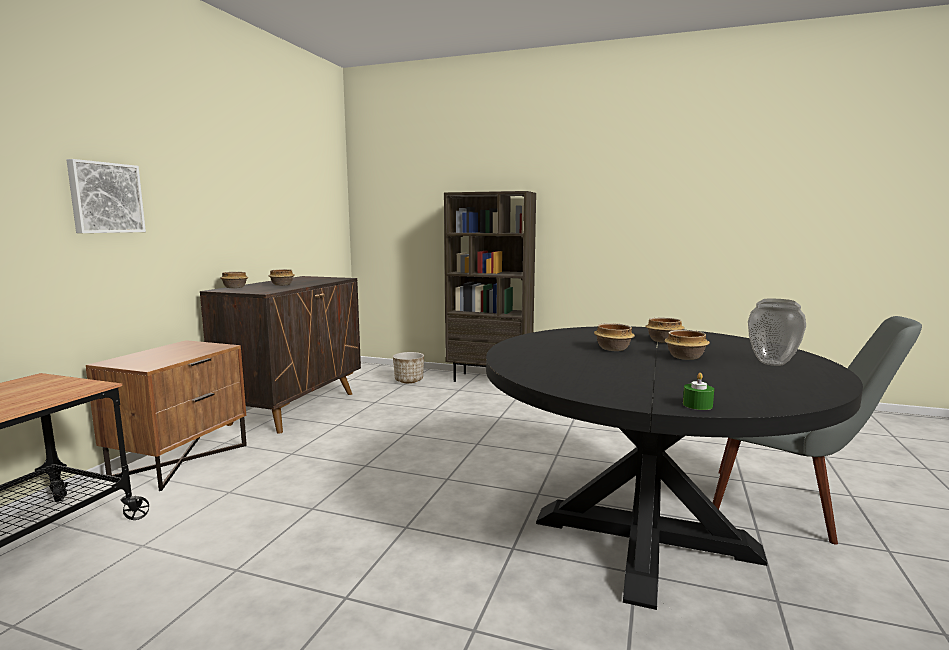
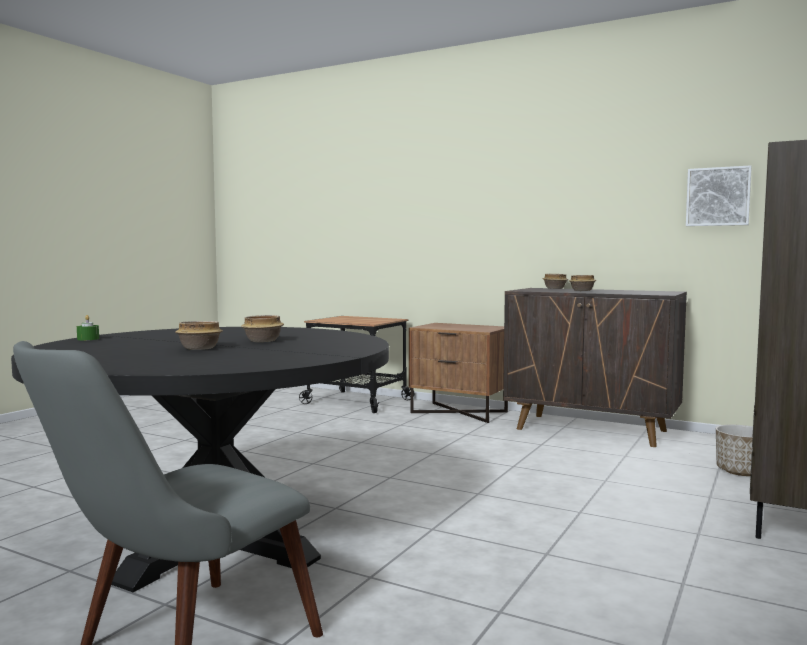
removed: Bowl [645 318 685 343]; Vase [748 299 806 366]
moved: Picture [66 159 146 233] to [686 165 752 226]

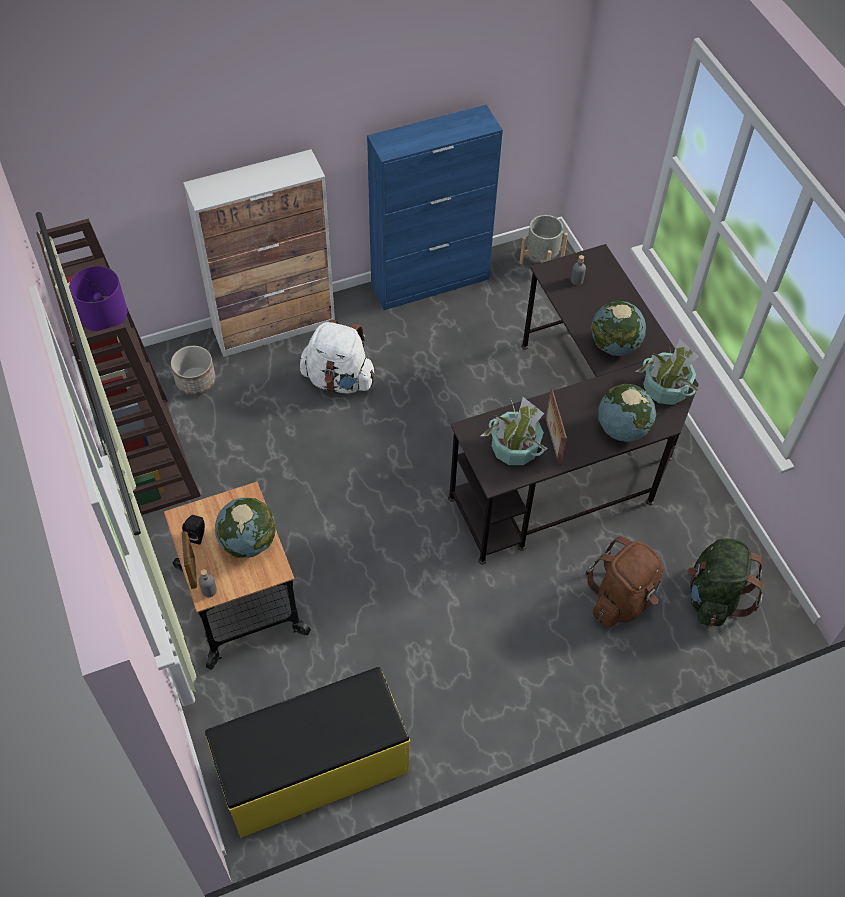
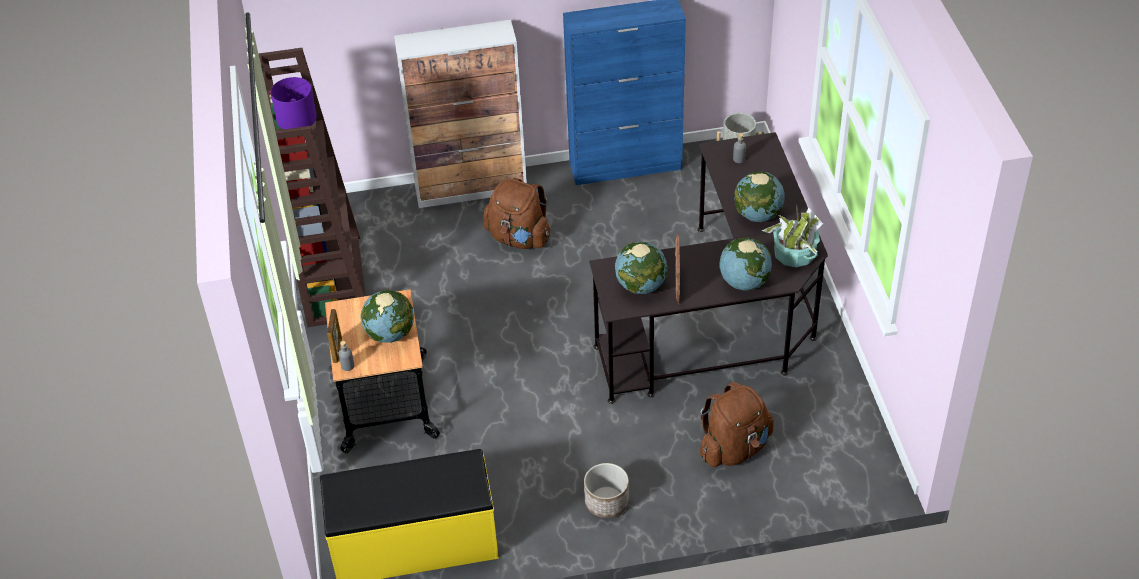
removed: BlackishSpeaker [182 515 205 545]; GreenColouredKnapsack [687 538 763 626]
moved: Planter [171 346 216 396] to [584 463 629 518]
replaced: PlantInAPot [481 397 548 465] to DeskGlobe [615 241 668 294]
recoloured: WhiteKnapsack [300 320 376 394] to BrownColouredKnapsack [483 178 550 249]

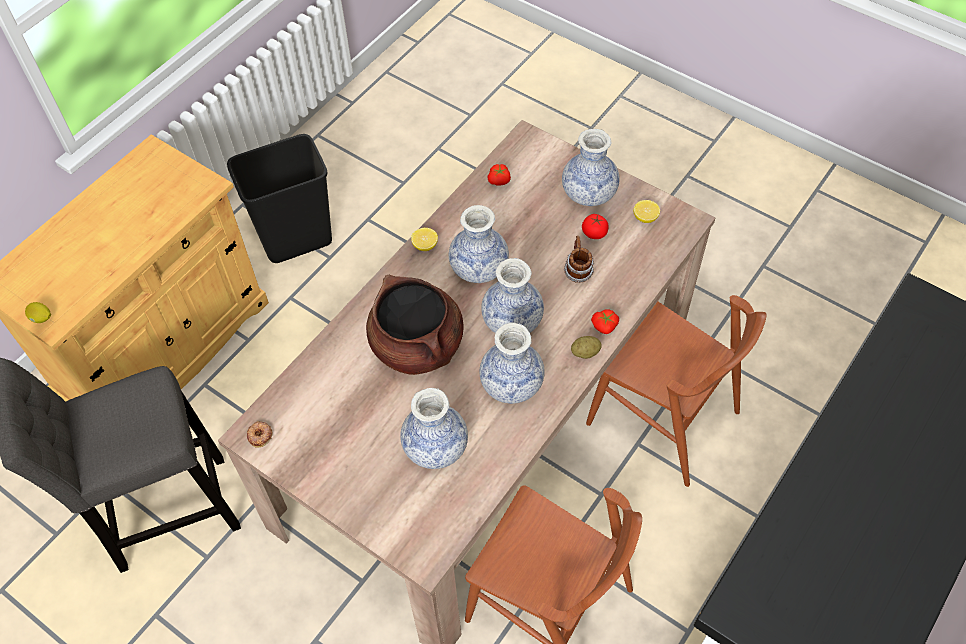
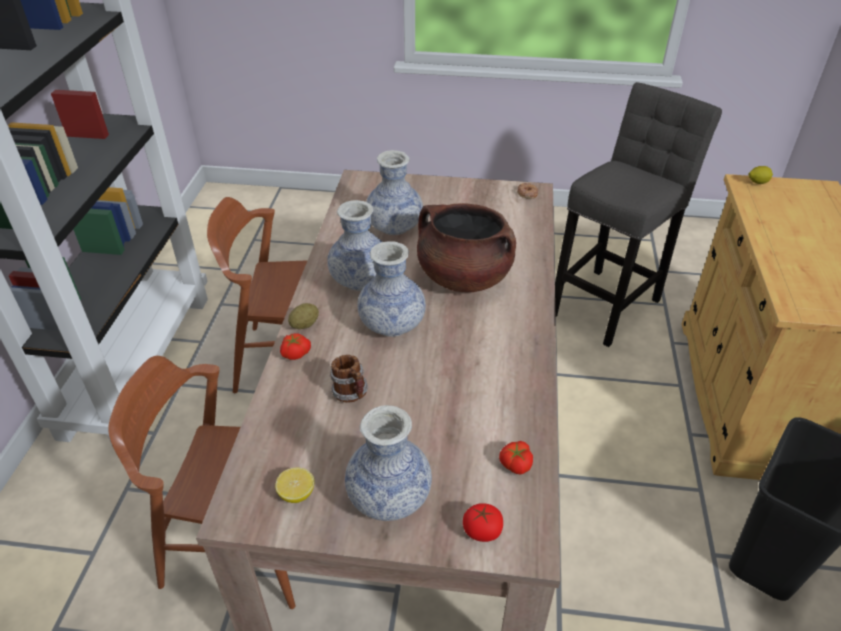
removed: WholeLemon [411 228 438 251]; Vase [449 205 509 283]
moved: Tomato [582 214 609 239] to [463 503 503 542]

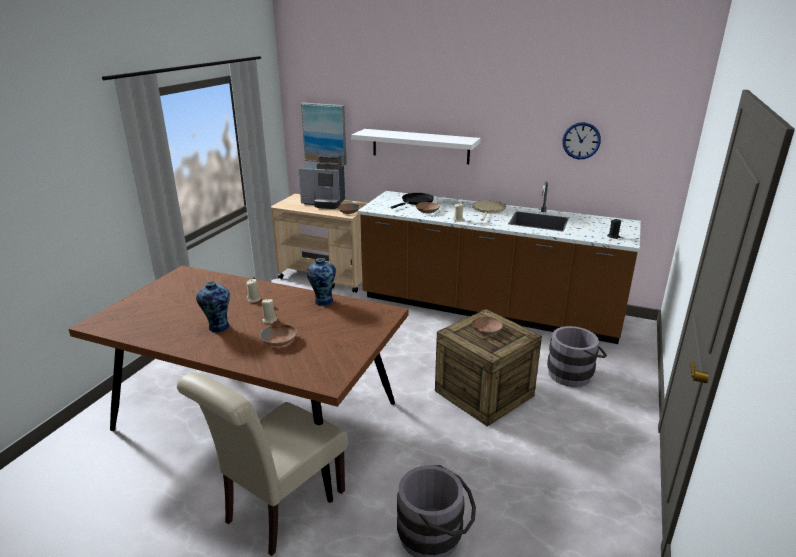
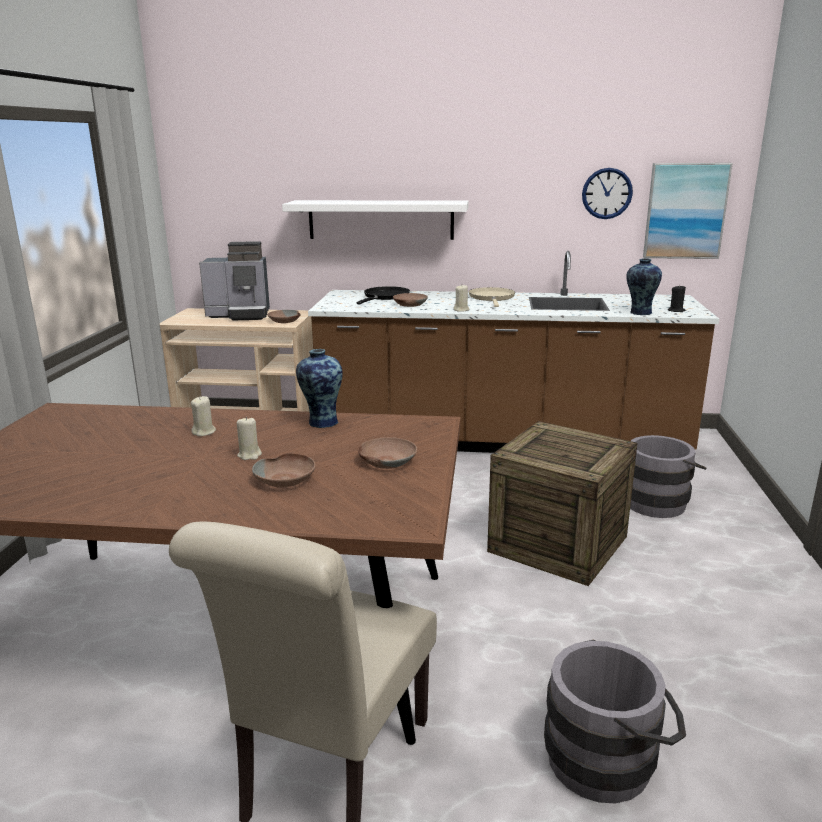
moved: Vase [196 281 230 332] to [626 258 662 315]; Picture [301 103 347 165] to [643 163 733 259]; BrownColouredBowl [472 317 503 335] to [358 437 417 469]

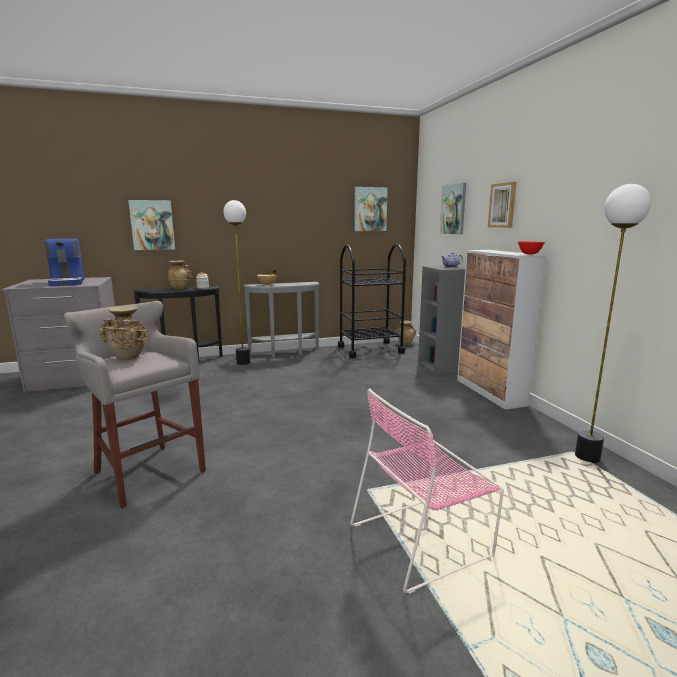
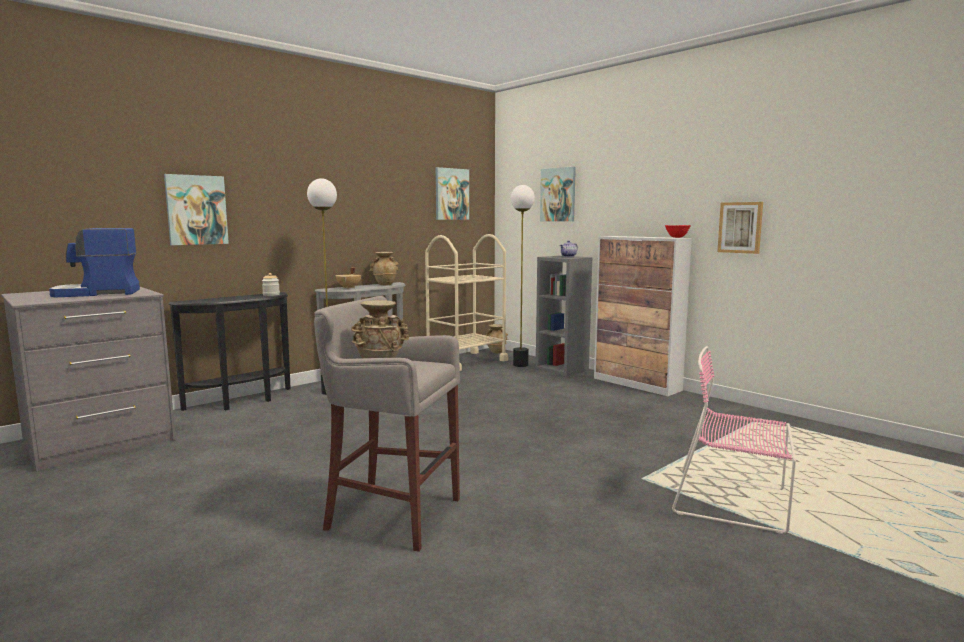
moved: BeigeColouredVase [168 260 192 290] to [369 252 399 285]; Picture [488 182 516 228] to [717 202 763 254]; FloorLamp [575 184 651 463] to [511 185 535 367]
recoloured: BlackishCart [338 244 406 358] to BeigeColouredCart [425 234 508 371]
turned: CoffeeBrewer [45 239 85 286] = [49 228 140 297] 120 degrees clockwise; PinkUprightChair [350 389 504 594] = [672 346 796 534] 75 degrees clockwise

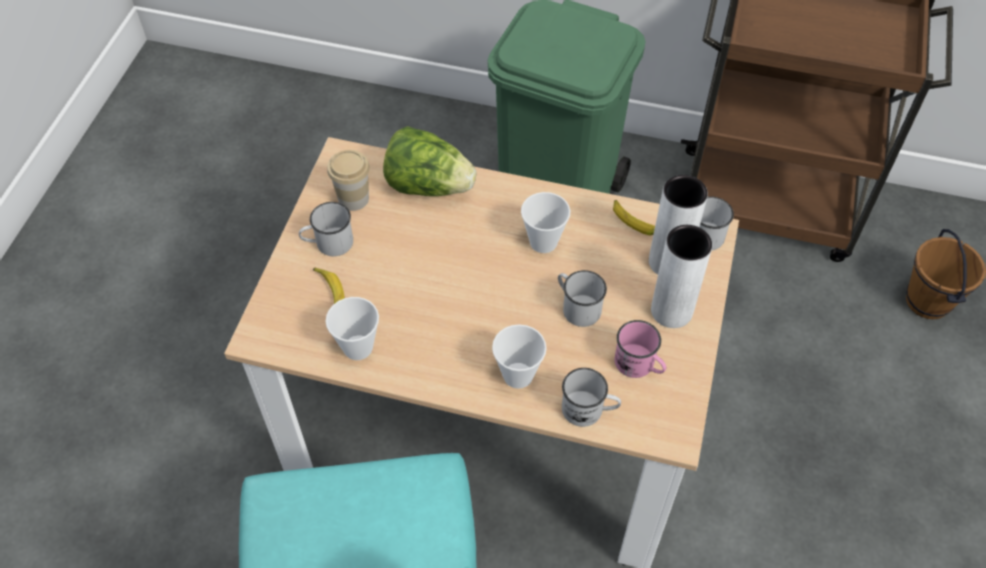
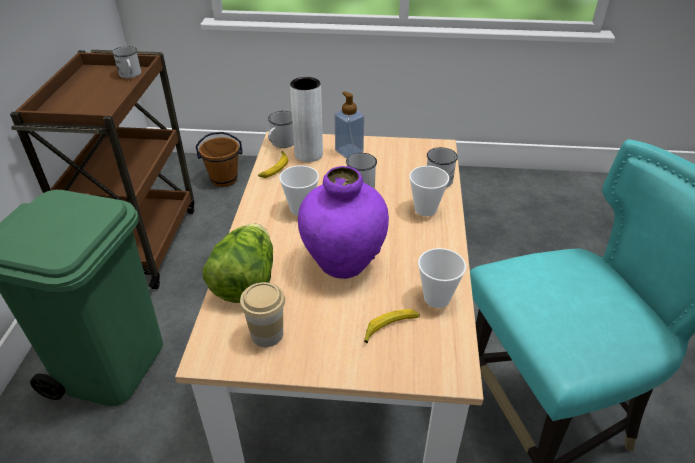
removed: PinkCoffeeMug [615 320 666 378]
added: PurplishVase [298 166 389 279]
moved: WhiteCoffeeMug [299 202 353 256] to [112 46 141 78]
replaced: WhiteVase [651 225 712 328] to SoapBottle [335 91 364 159]

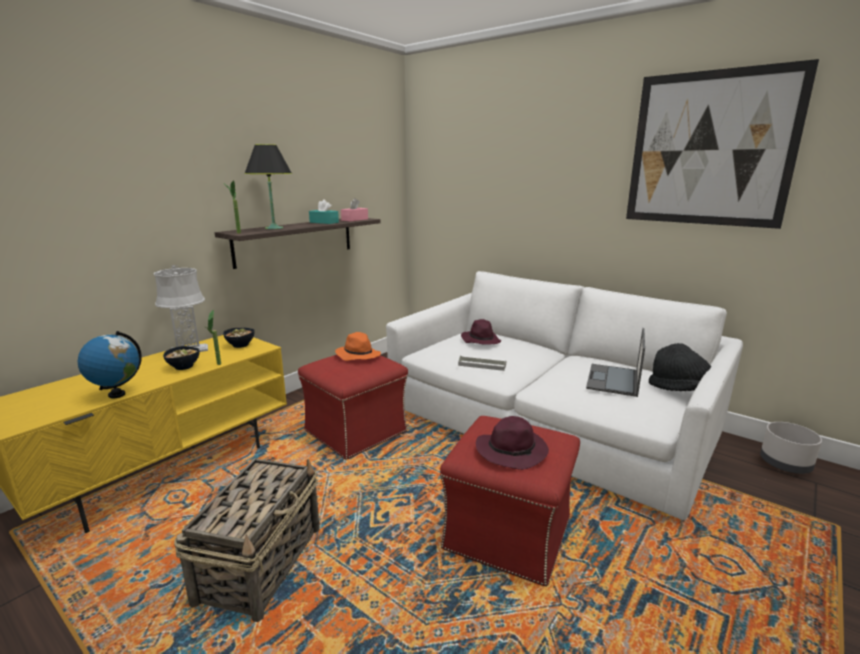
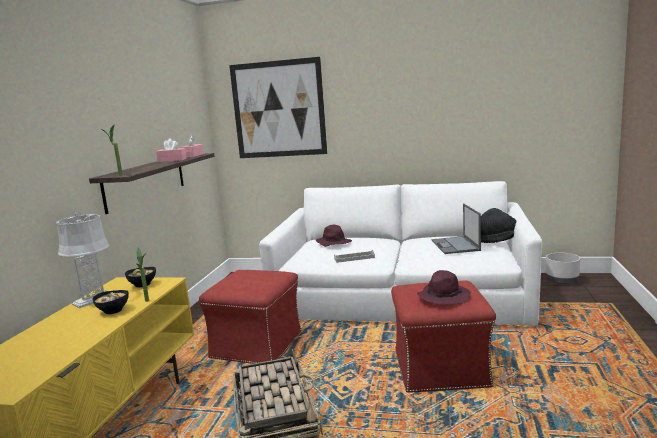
removed: DeskGlobe [78 331 142 398]; BlackishTableLamp [244 144 292 229]; OrangeHat [335 332 381 361]
moved: Picture [626 59 819 229] to [229 57 327 158]
recoloured: TurquoiseTissueHolder [309 199 339 224] to PinkTissueHolder [156 139 187 162]

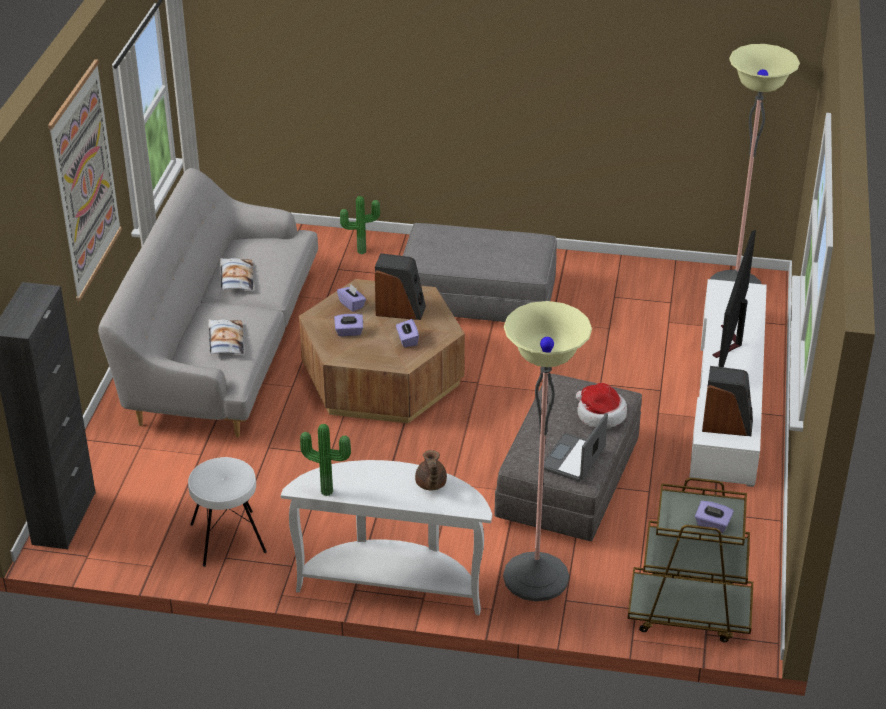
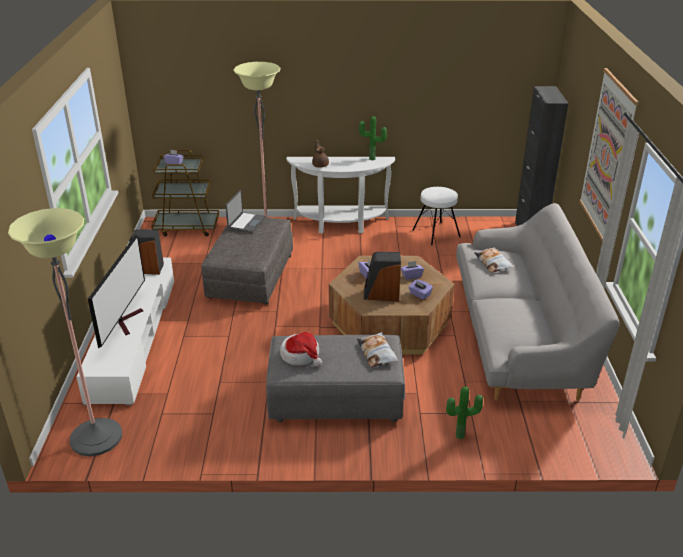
moved: Cushion [220 258 253 290] to [357 332 398 367]; Hat [576 383 627 428] to [280 332 322 367]

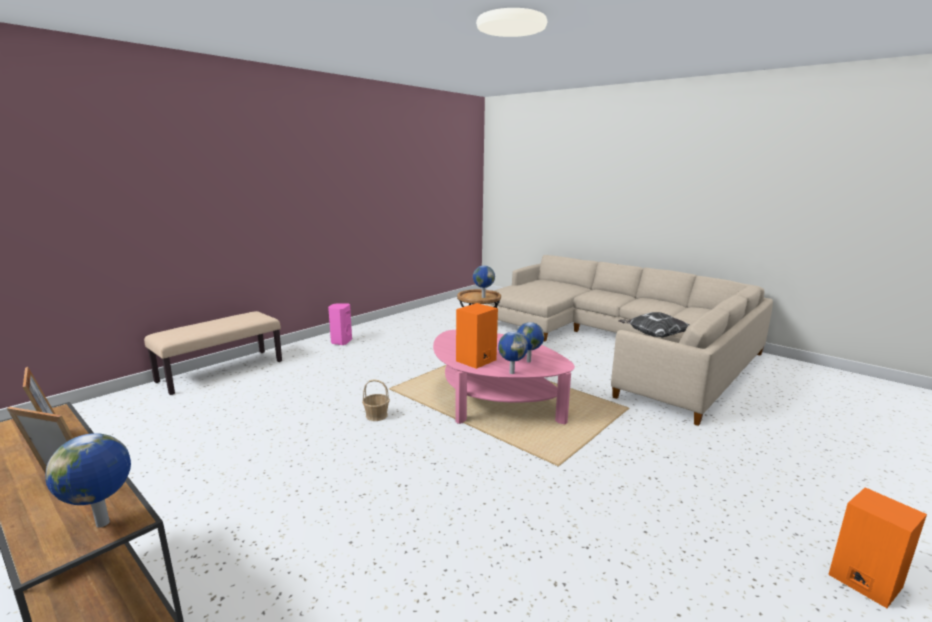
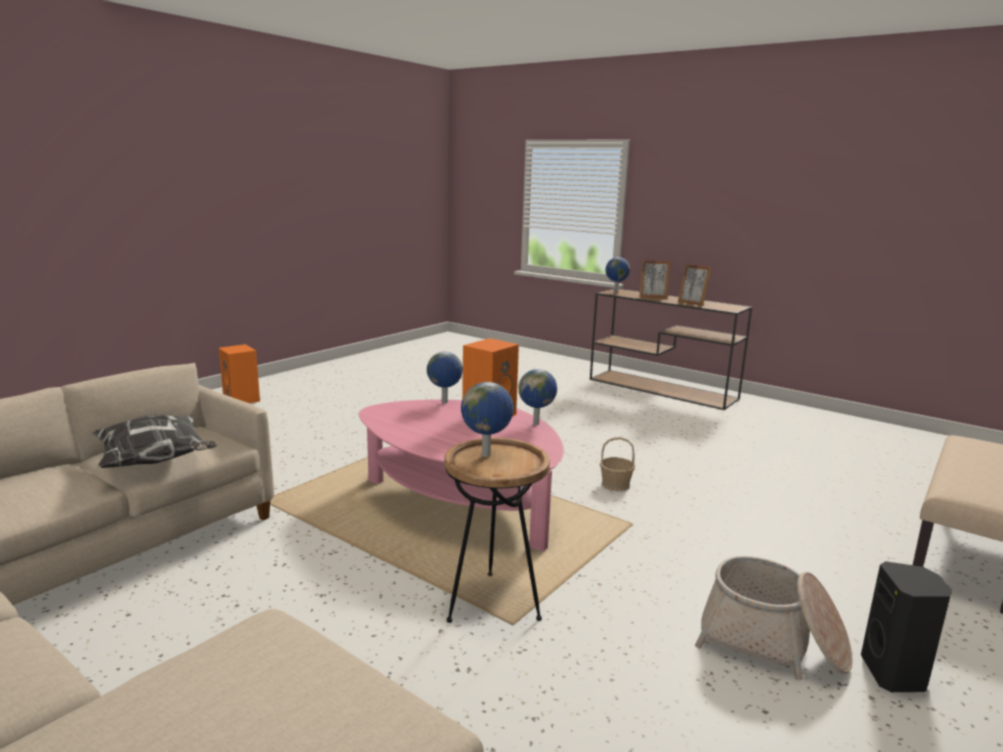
added: StorageBasket [695 556 853 680]
moved: DeskGlobe [517 322 544 362] to [519 369 557 425]
recoloured: PinkSpeaker [328 303 352 345] to BlackishSpeaker [861 561 952 692]

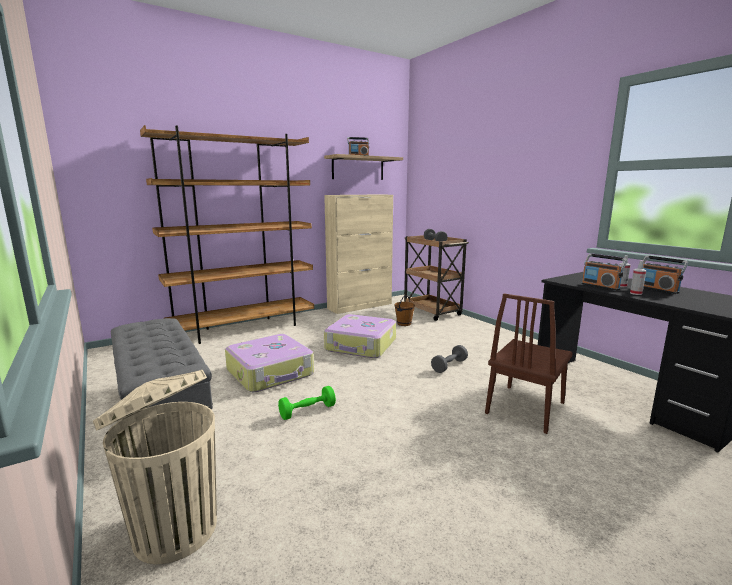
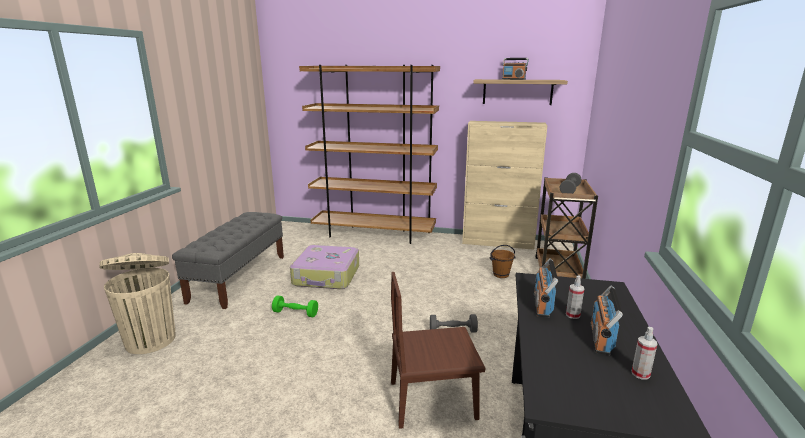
removed: TravelCase [324 314 396 358]
moved: HandSprayer [630 261 646 295] to [632 327 657 380]

